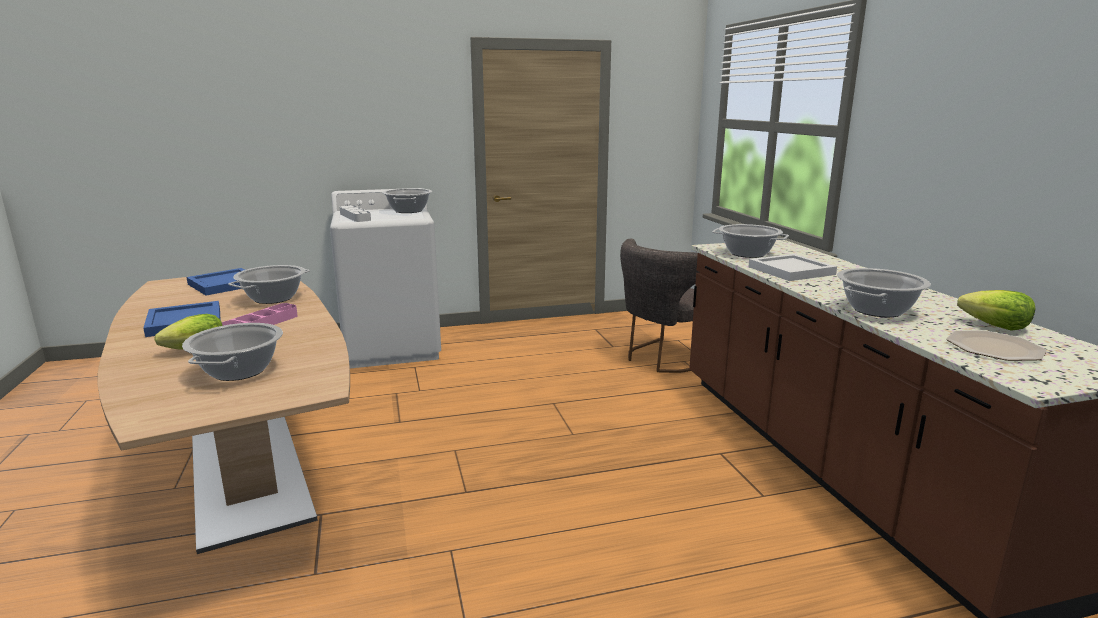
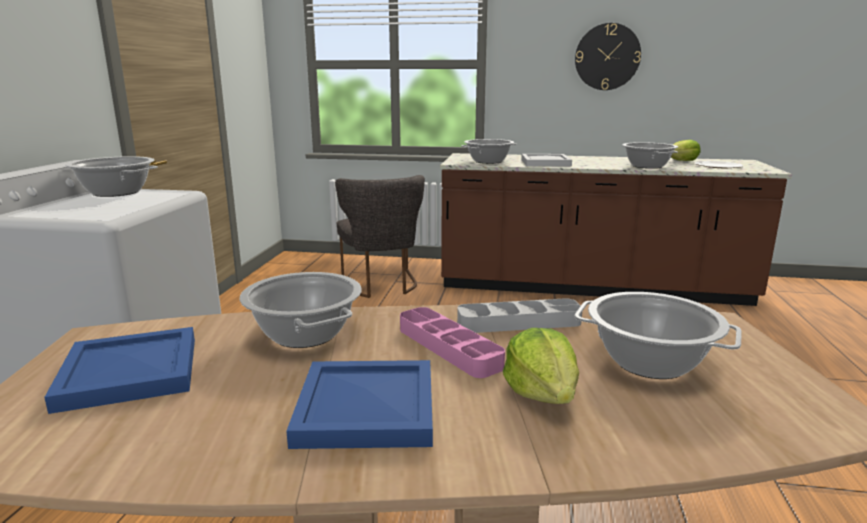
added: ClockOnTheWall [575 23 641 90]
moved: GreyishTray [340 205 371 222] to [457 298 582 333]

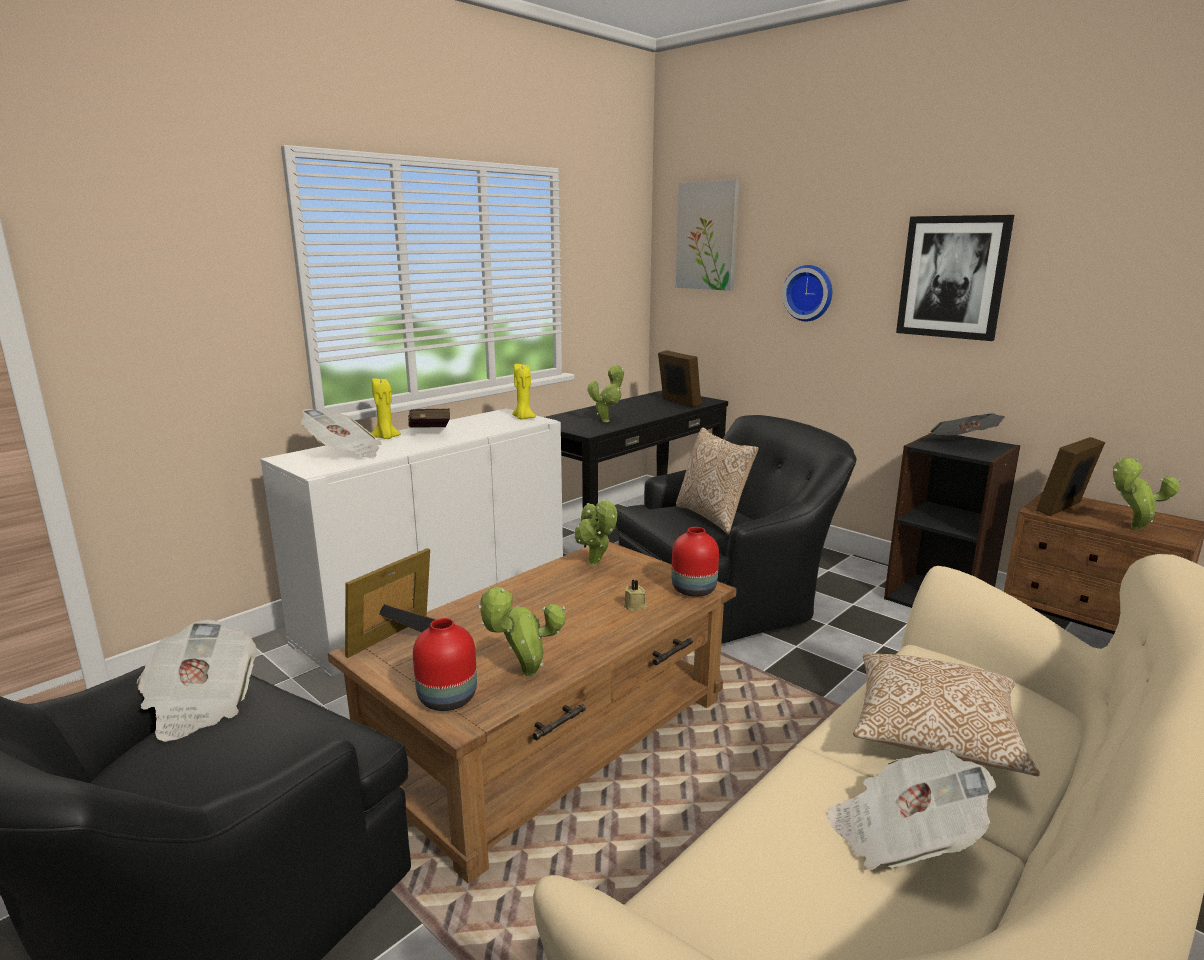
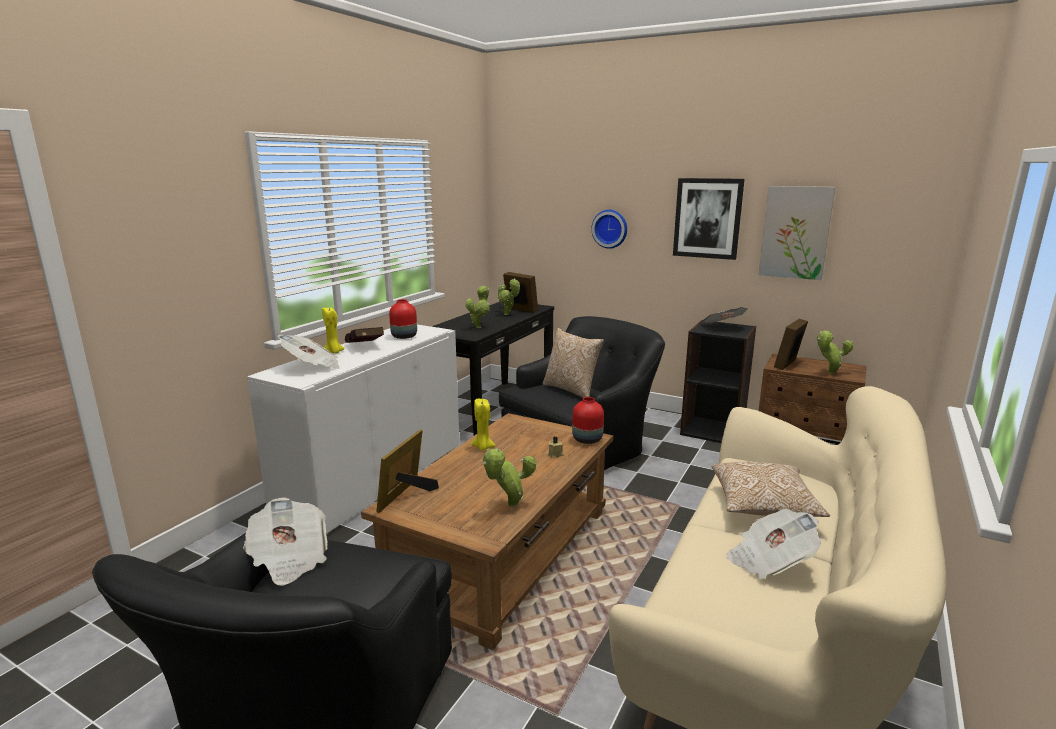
moved: ReddishVase [413 618 477 711] to [389 299 417 339]; YellowColouredCandle [512 364 536 419] to [471 399 496 451]; PlantInAPot [574 498 617 566] to [498 278 520 315]; Picture [676 179 739 291] to [759 186 835 280]

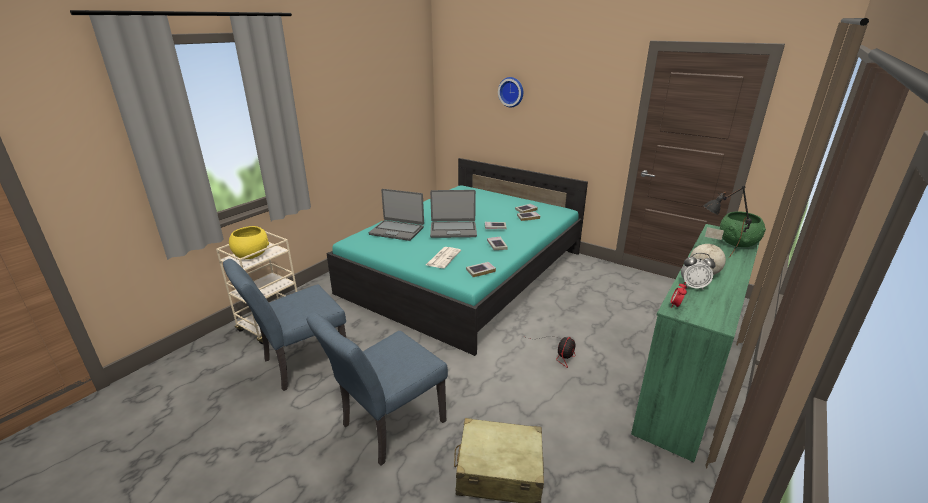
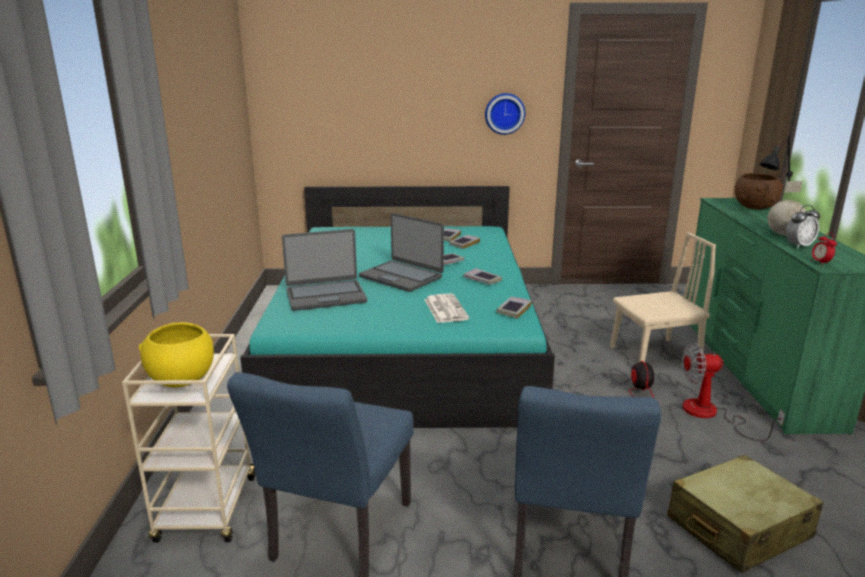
added: BeigeColouredUprightChair [610 232 716 362]; CoolingFan [682 343 785 441]
moved: ClockOnTheWall [498 77 523 107] to [485 93 525 135]
recoloured: GreenColouredBowl [720 212 766 247] to BrownColouredBowl [735 173 784 209]
turned: NotebookComputer [430 190 477 238] = [359 213 444 292] 75 degrees clockwise

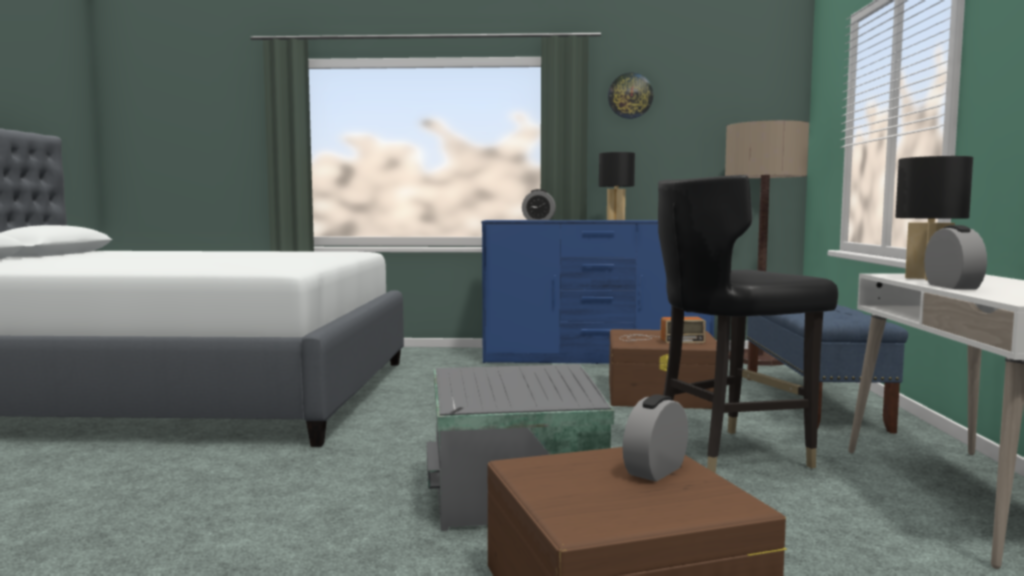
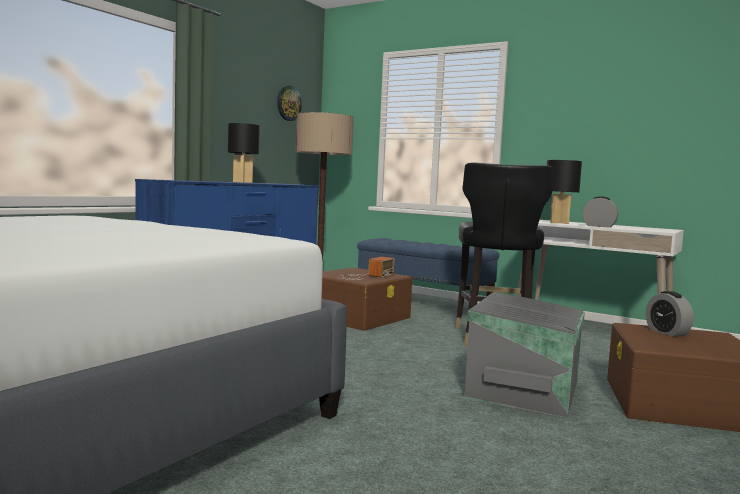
removed: AlarmClock [522 189 556 220]
moved: ClockOnTheWall [608 73 653 119] to [277 86 302 121]

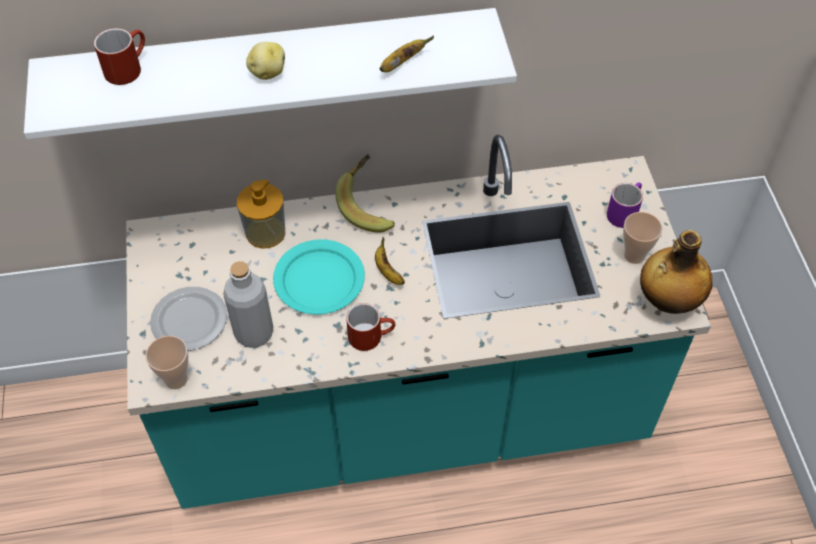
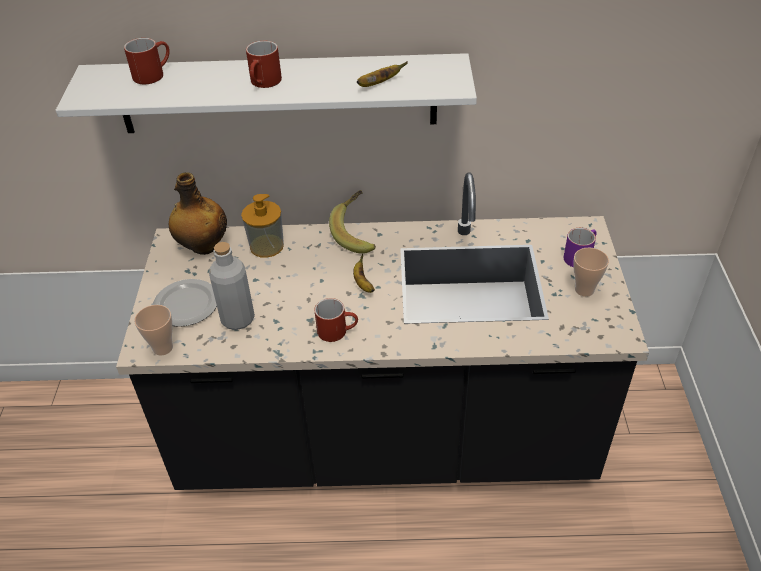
removed: TurquoiseDinnerPlate [273 239 365 315]
moved: DrinkBottle [640 230 712 314] to [169 172 227 255]
replaced: Spud [246 42 285 80] to ReddishCoffeeMug [246 41 282 88]
recoloured: TurquoiseKitchenCounter [126 135 711 509] to BlackishKitchenCounter [116 172 649 490]

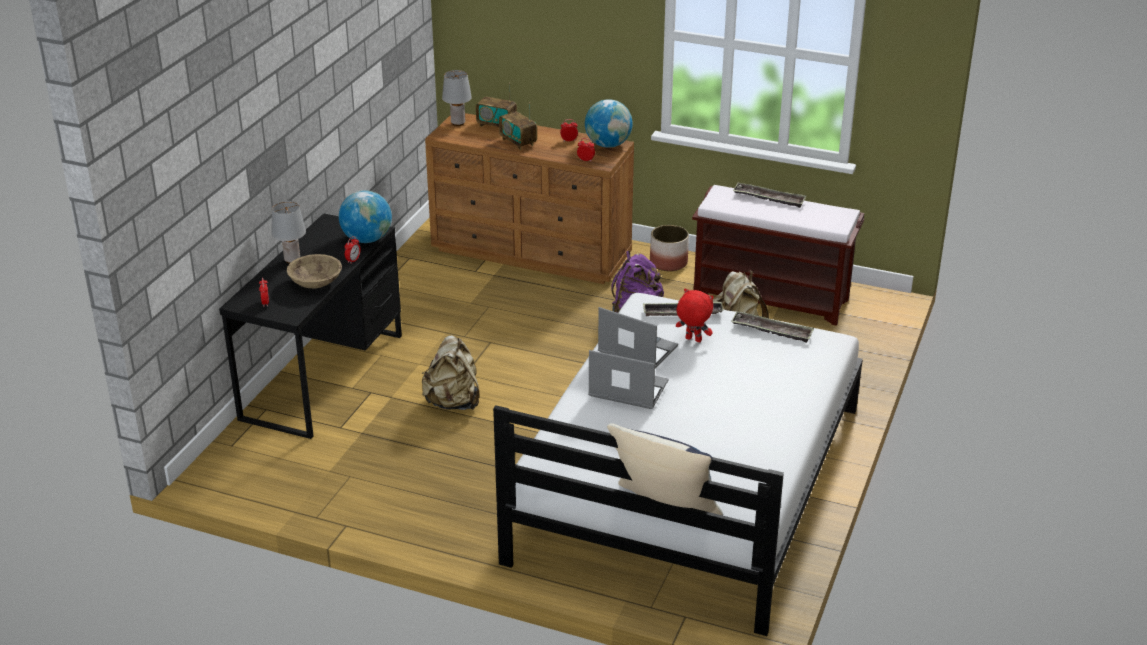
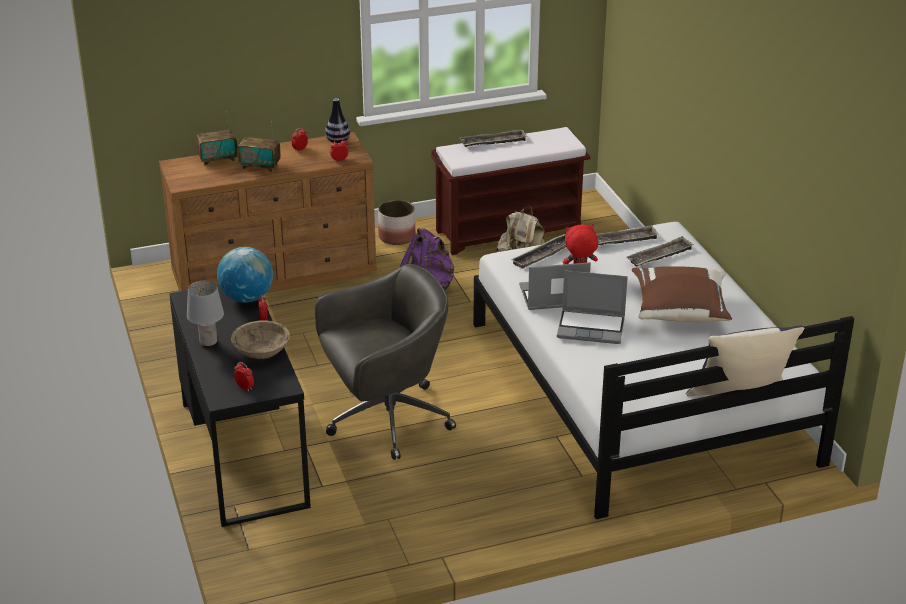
removed: GreyishTableLamp [442 70 472 126]
added: Tray [626 236 694 267]; BrownColouredCushion [632 266 732 322]
replaced: BeigeColouredKnapsack [422 335 479 410] to GreyishOfficeChair [315 264 456 460]; DeskGlobe [585 99 633 148] to Vase [325 98 350 143]
turned: NotebookComputer [588 350 668 409] = [557 270 628 344] 150 degrees counterclockwise

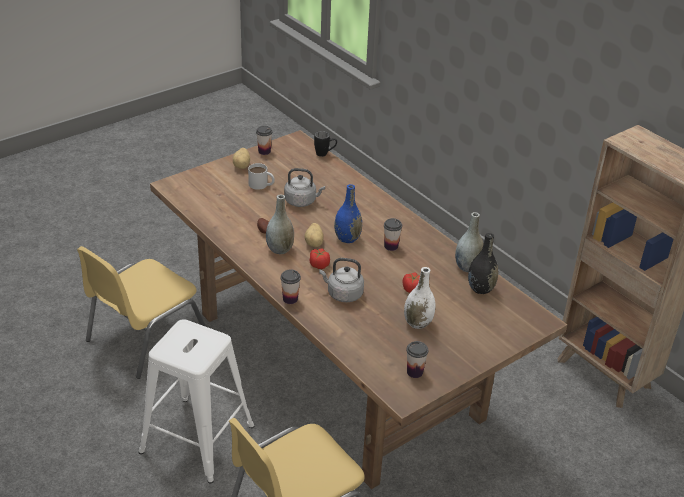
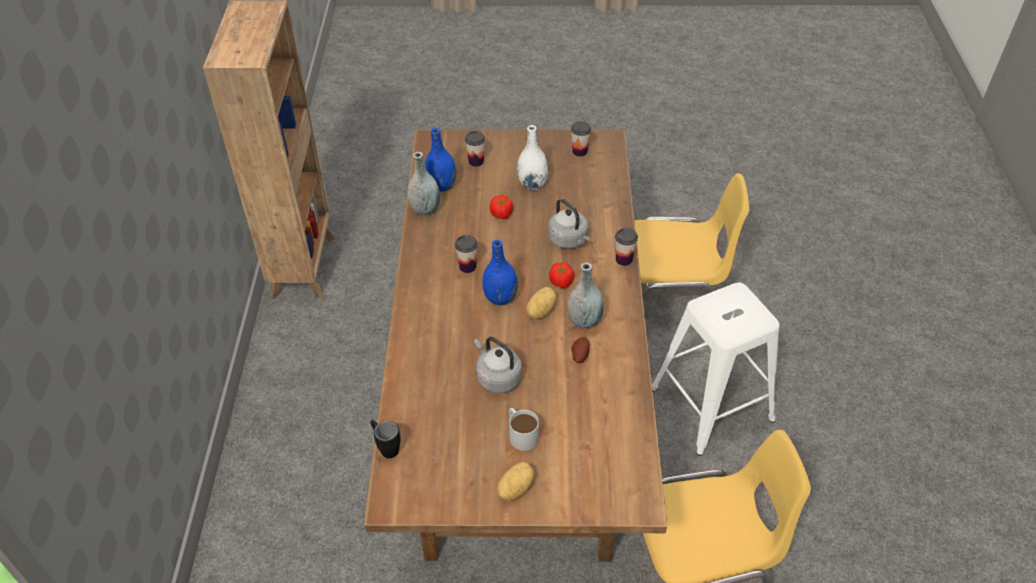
moved: DrinkingCup [256 126 273 155] to [465 131 485 167]
recoloured: BlackishVase [468 233 498 294] to BlueColouredVase [425 128 456 191]

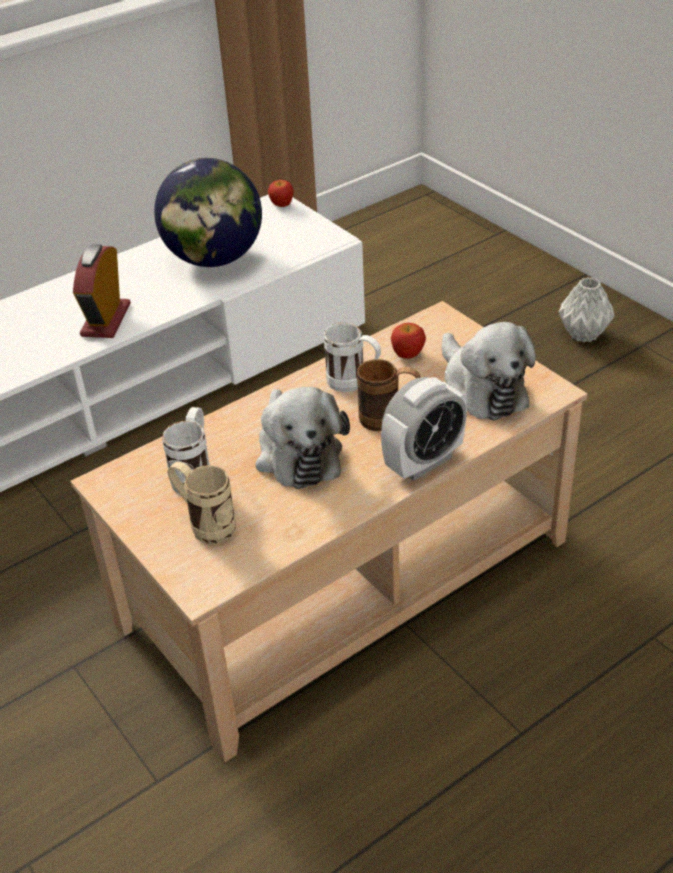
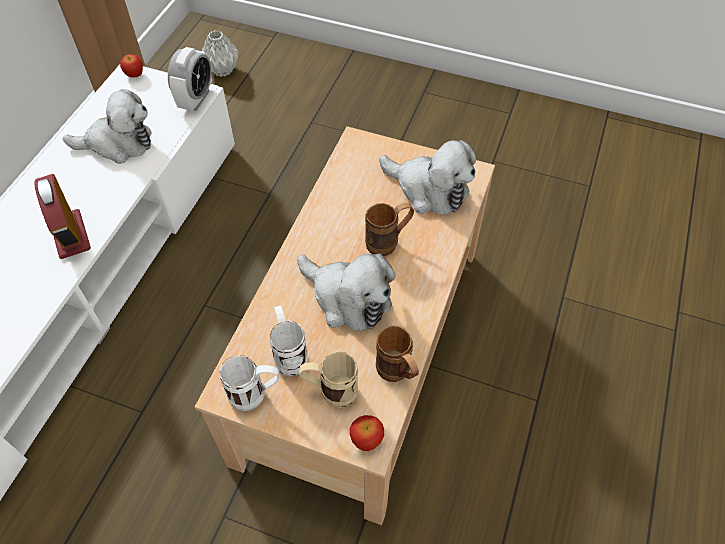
added: BrownColouredCoffeeMug [376 325 419 382]
moved: WhiteCoffeeMug [324 323 381 392] to [219 355 279 411]; AlarmClock [381 377 467 481] to [168 47 212 111]; Apple [391 323 426 359] to [350 415 384 451]; GreyishVase [559 277 615 343] to [202 30 239 77]
replaced: DeskGlobe [154 158 262 267] to CuddlyToy [63 89 152 164]

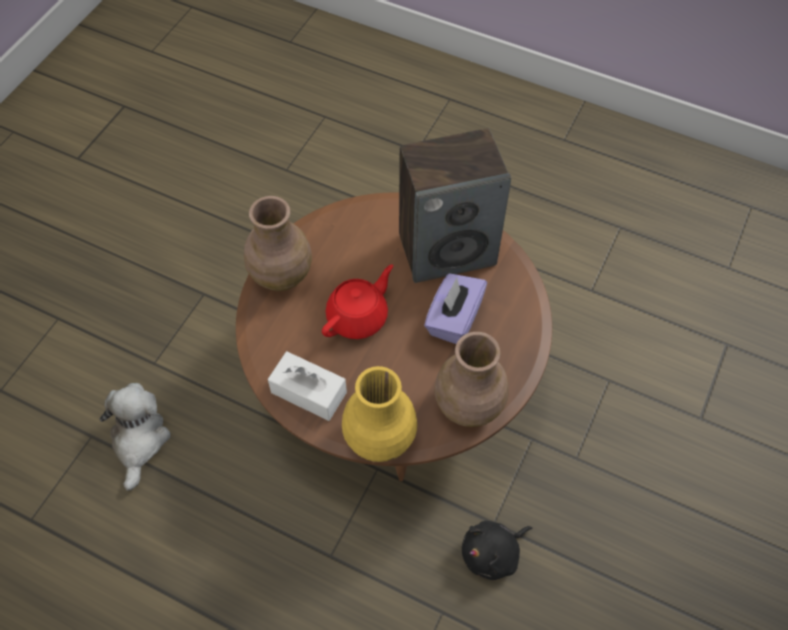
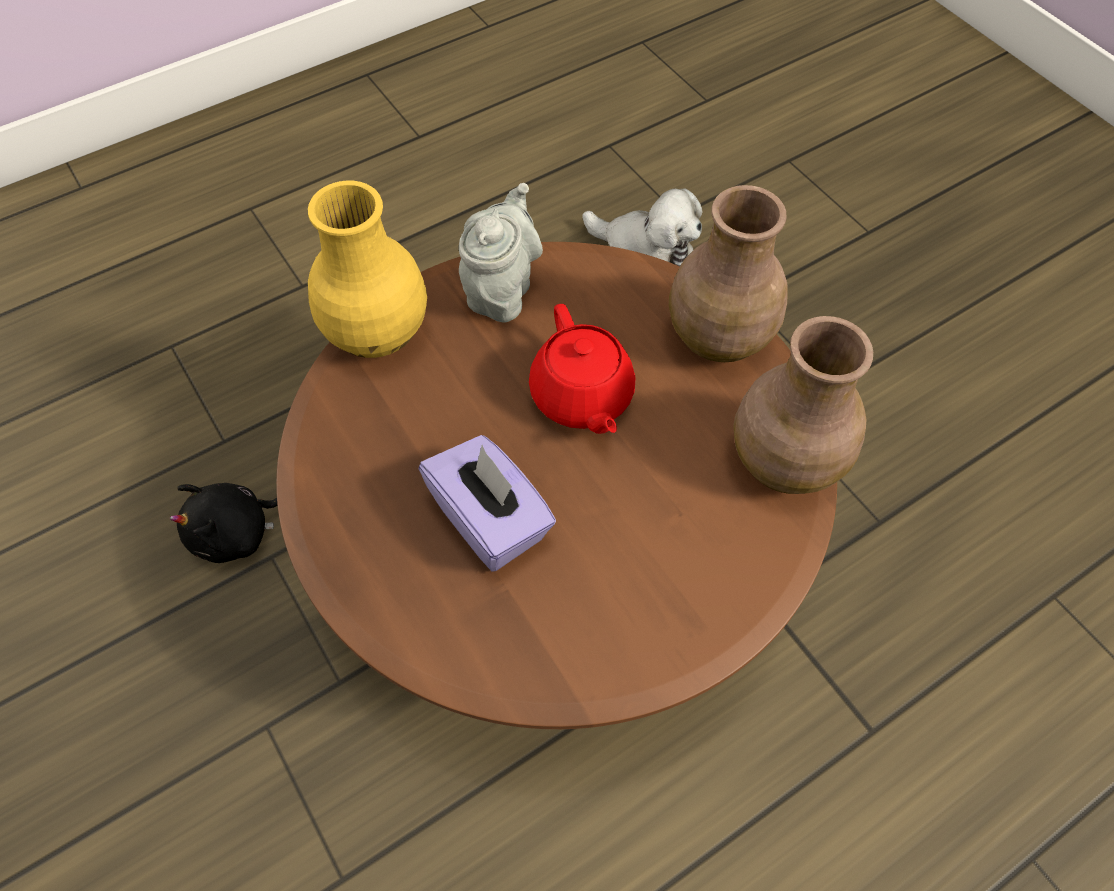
removed: Speaker [399 128 511 283]
moved: BrownColouredVase [434 332 509 427] to [733 316 873 494]
replaced: WhiteTissueHolder [268 351 347 421] to GreyishTeapot [459 183 543 322]
turned: BlackishCuddlyToy [462 521 532 580] = [170 483 278 563] 120 degrees counterclockwise

